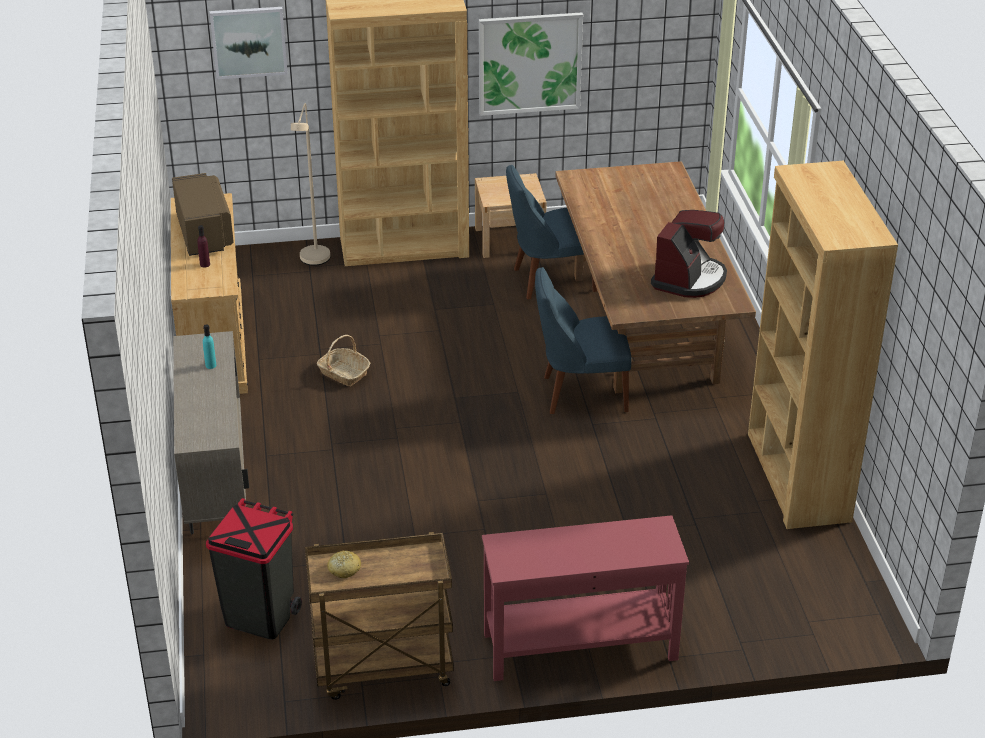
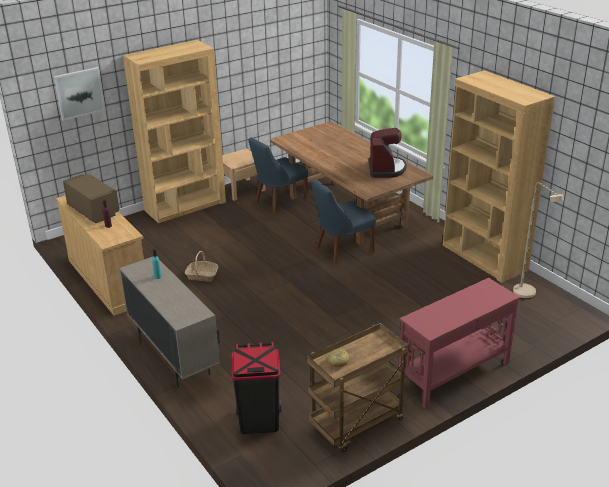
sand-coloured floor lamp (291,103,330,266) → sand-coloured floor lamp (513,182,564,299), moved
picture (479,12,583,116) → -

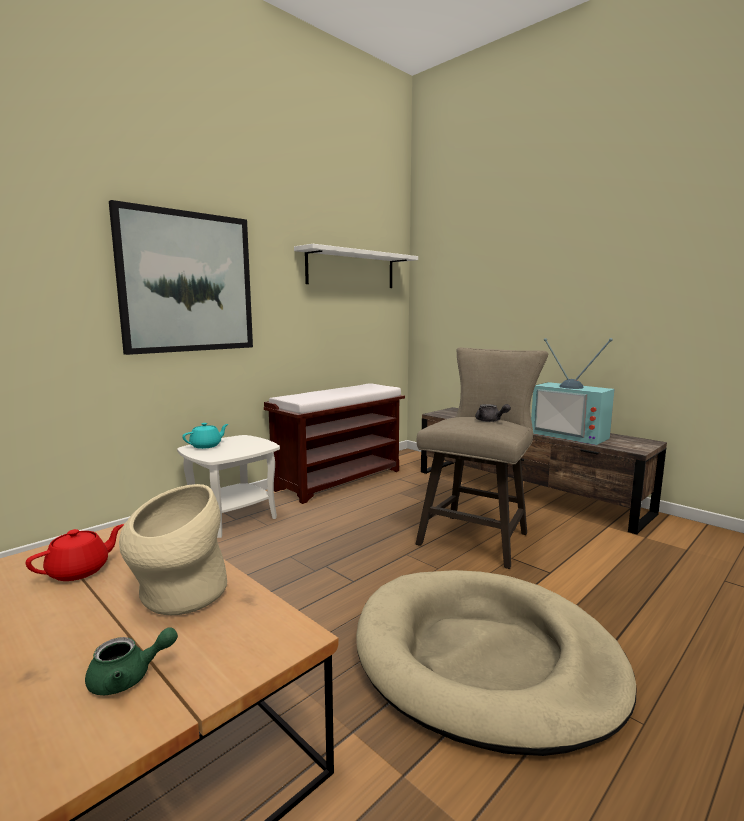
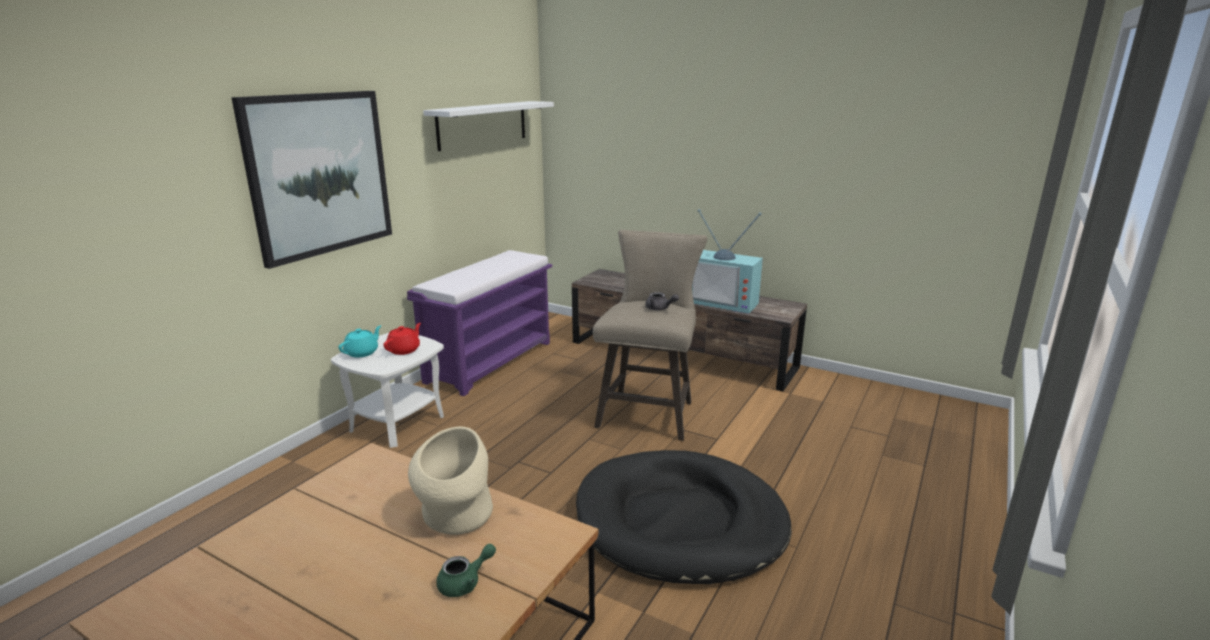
reddish tea pot (26,524,124,581) → reddish tea pot (384,323,421,355), moved
brown-coloured long seat (264,383,405,504) → purple long seat (407,250,552,396)
sand-coloured dog bed (356,570,636,756) → black-coloured dog bed (576,450,791,584)

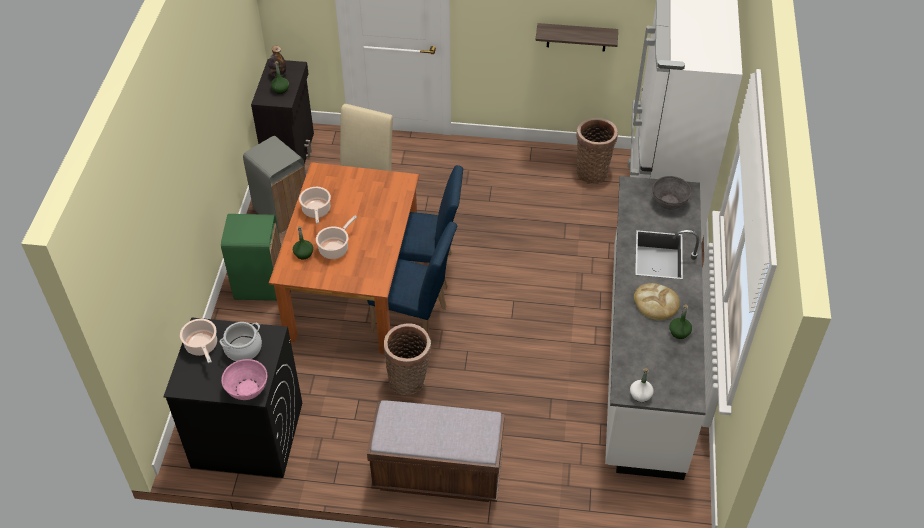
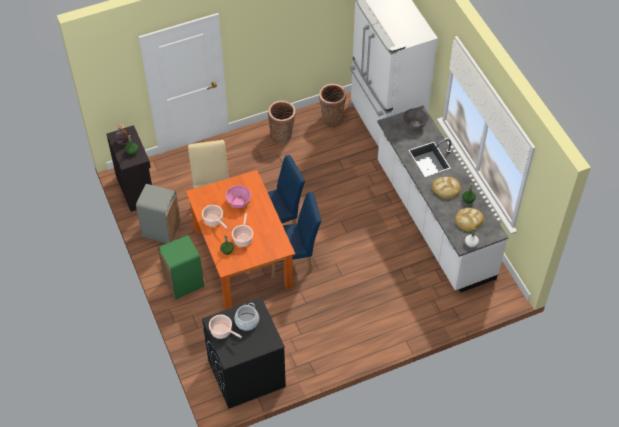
pink serving bowl (221,359,267,400) → pink serving bowl (225,185,251,208), moved
brown-coloured long seat (367,400,505,502) → -
basket (383,323,431,395) → basket (268,101,296,144), moved
bracket shelf (535,23,618,52) → -
- → bread (455,208,484,231)

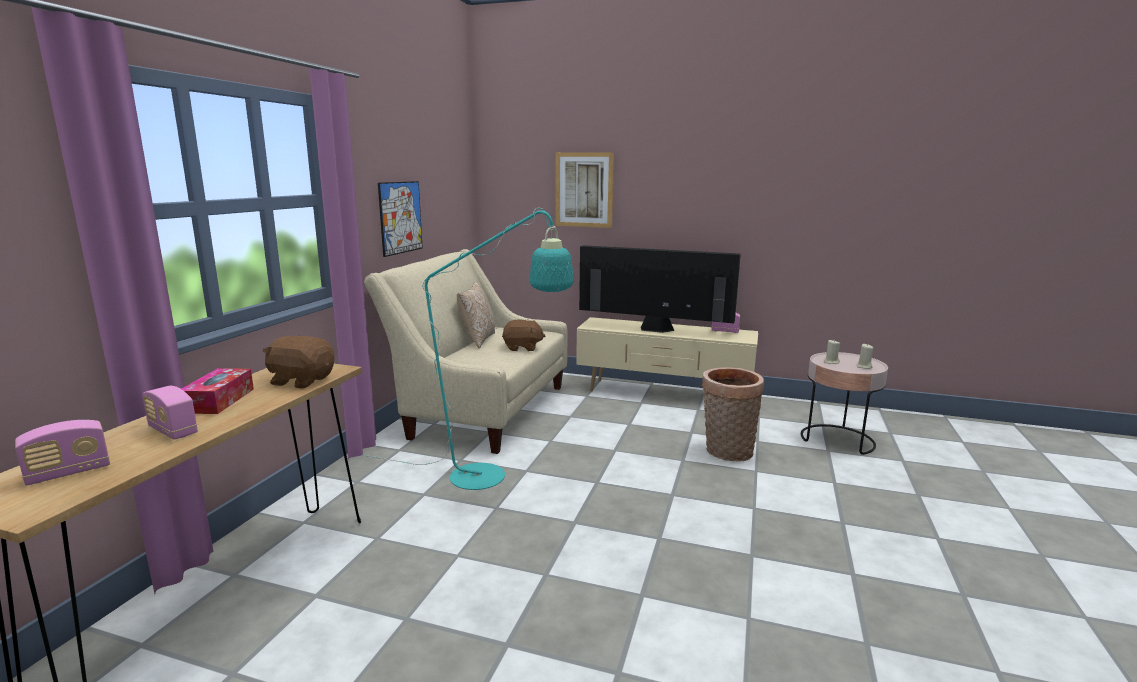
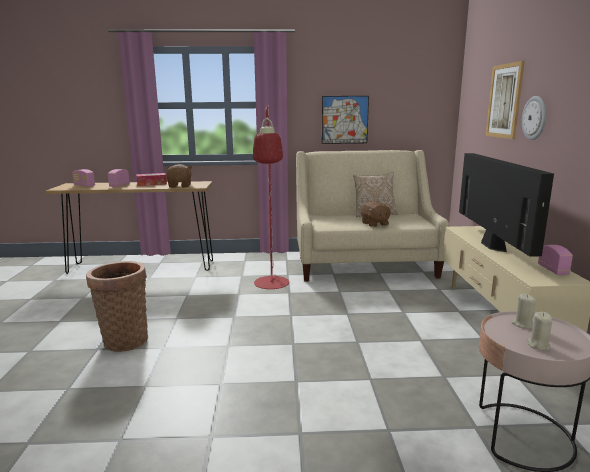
turquoise floor lamp (363,208,573,490) → reddish floor lamp (253,105,289,289)
basket (702,367,764,461) → basket (86,261,148,352), moved
- → wall clock (522,96,546,140)

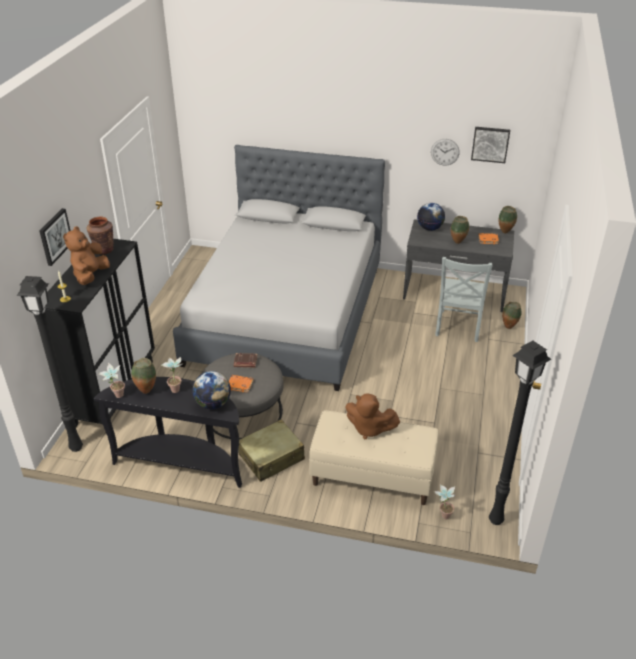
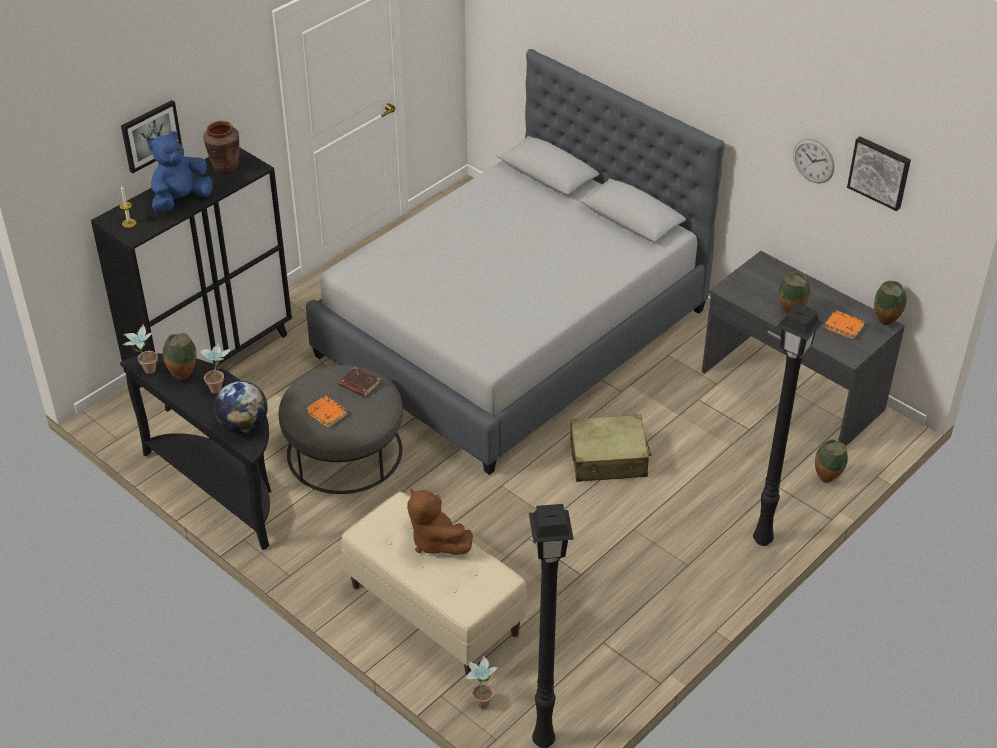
black-coloured floor lamp (16,276,83,452) → black-coloured floor lamp (753,303,823,546), moved
brown-coloured cuddly toy (63,226,110,285) → blue-coloured cuddly toy (148,131,213,212)
sand-coloured piece of luggage (238,419,305,482) → sand-coloured piece of luggage (570,414,651,482), moved
world globe (417,203,445,231) → -
greyish plain chair (435,257,493,342) → -

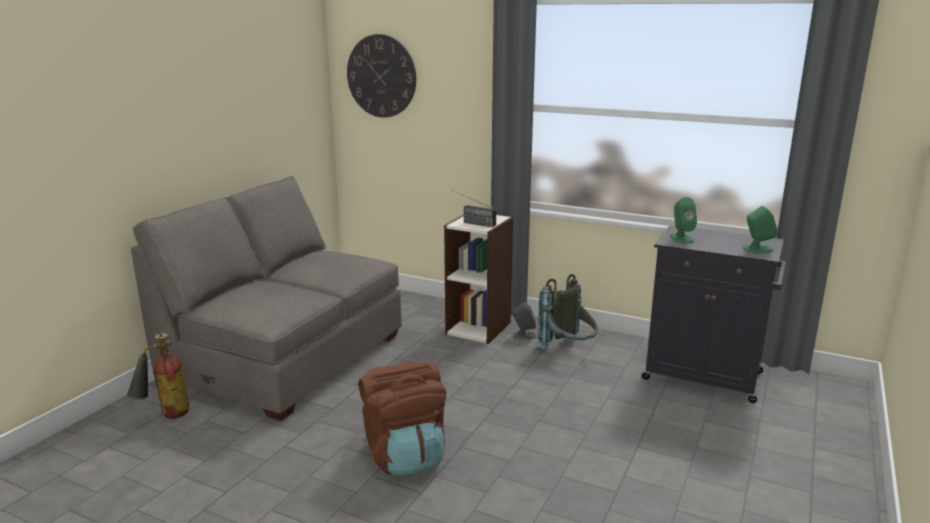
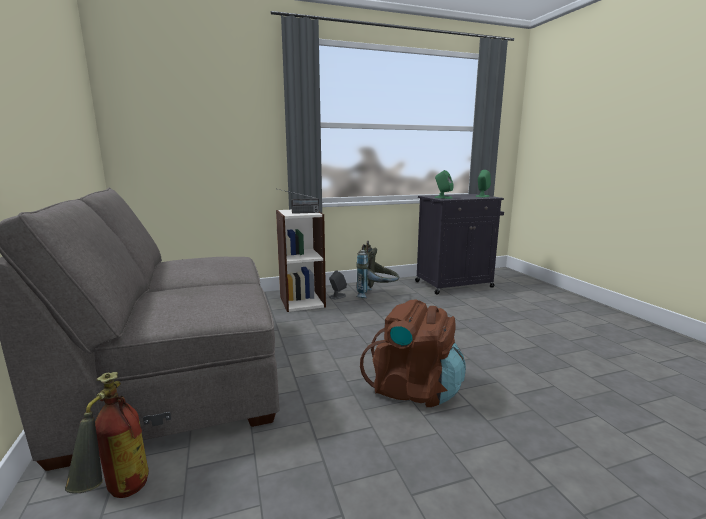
wall clock (347,34,416,118) → -

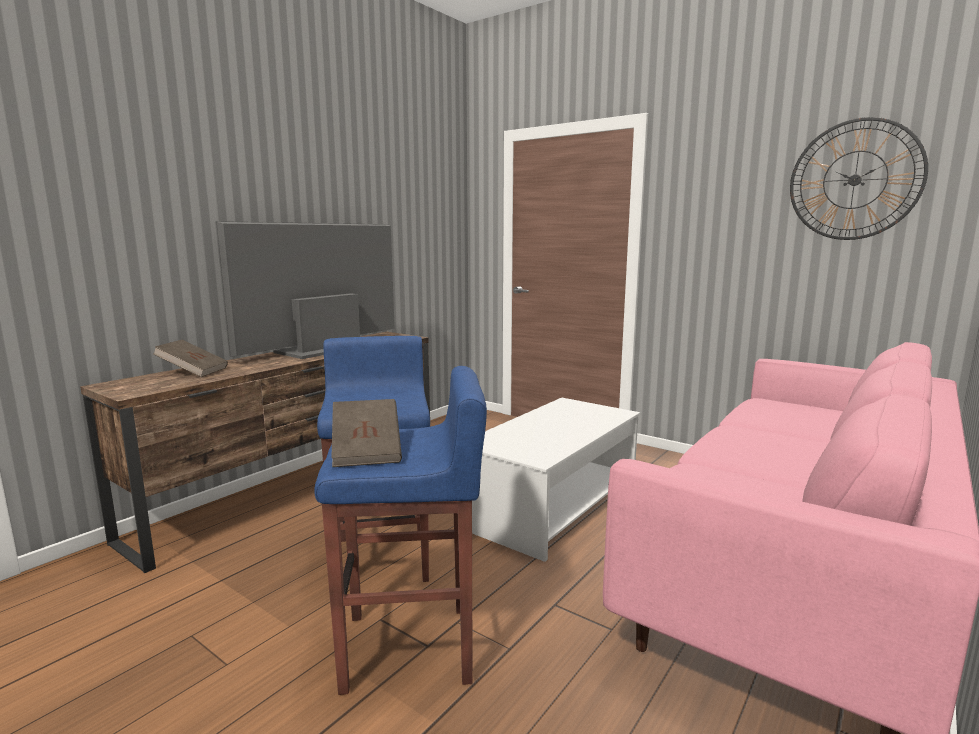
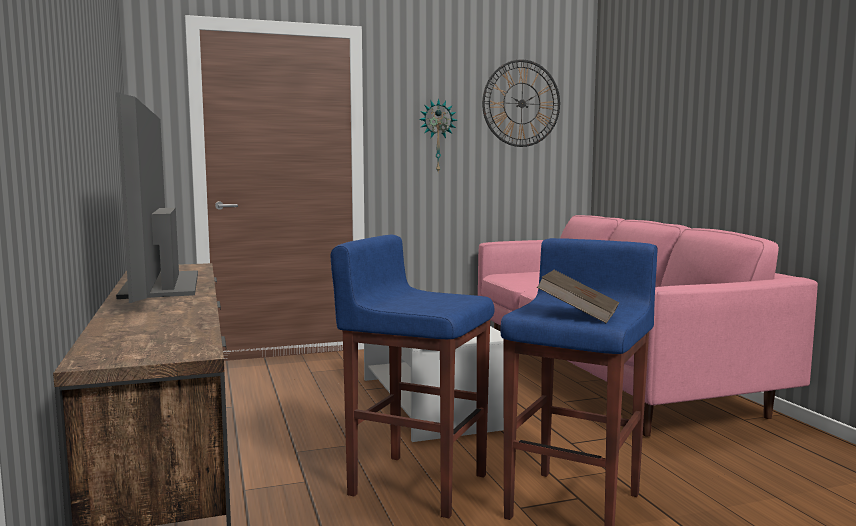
brown-coloured volume (153,340,228,377) → -
- → wall clock (419,98,457,172)

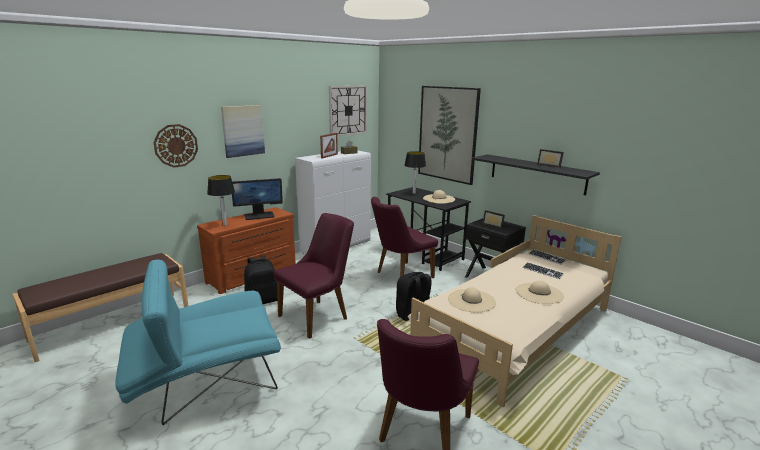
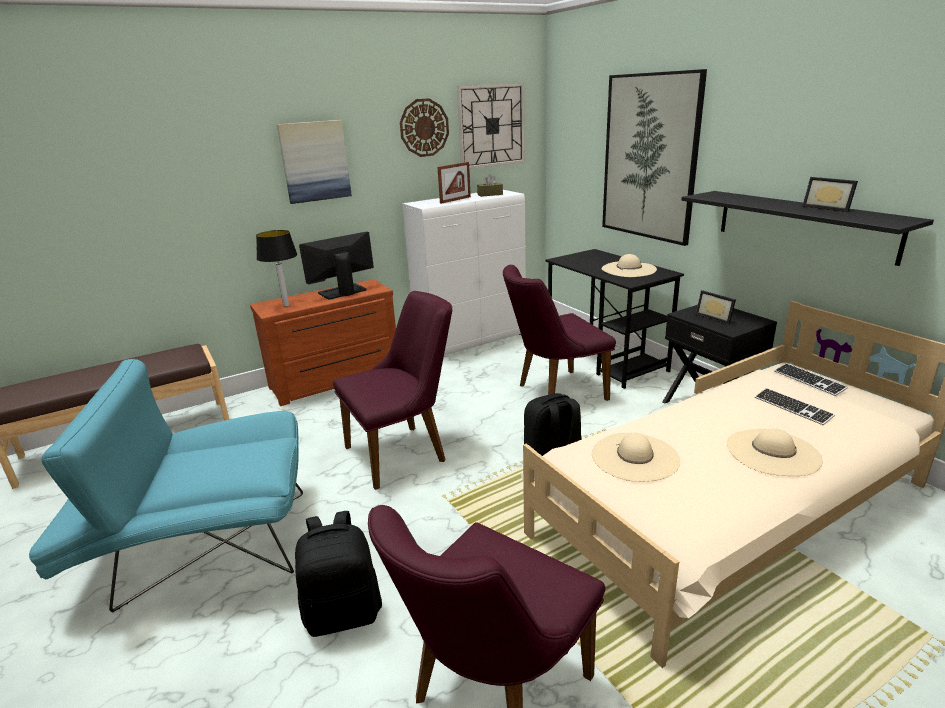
wall clock (153,124,198,168) → wall clock (400,98,449,157), moved
computer screen (232,178,283,220) → computer screen (299,231,374,300), 150 degrees clockwise
black-coloured rucksack (244,256,277,304) → black-coloured rucksack (295,511,382,637), moved
lamp for a table (404,151,426,194) → -

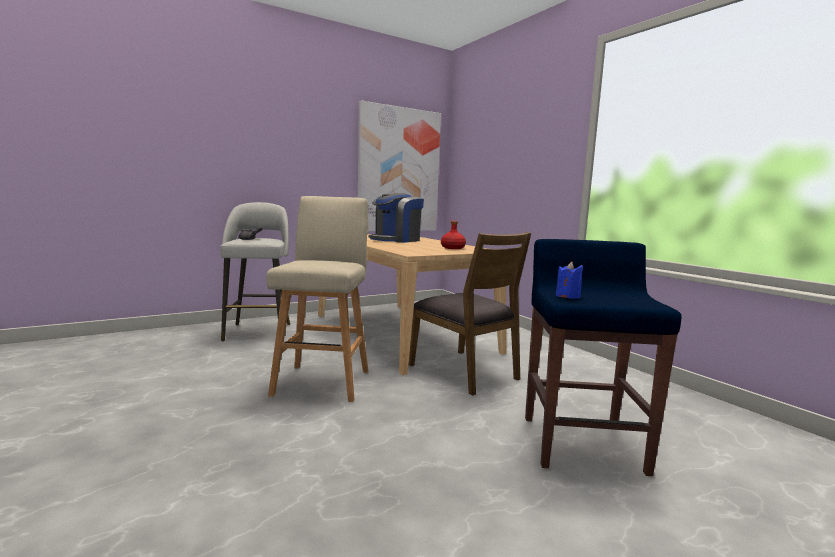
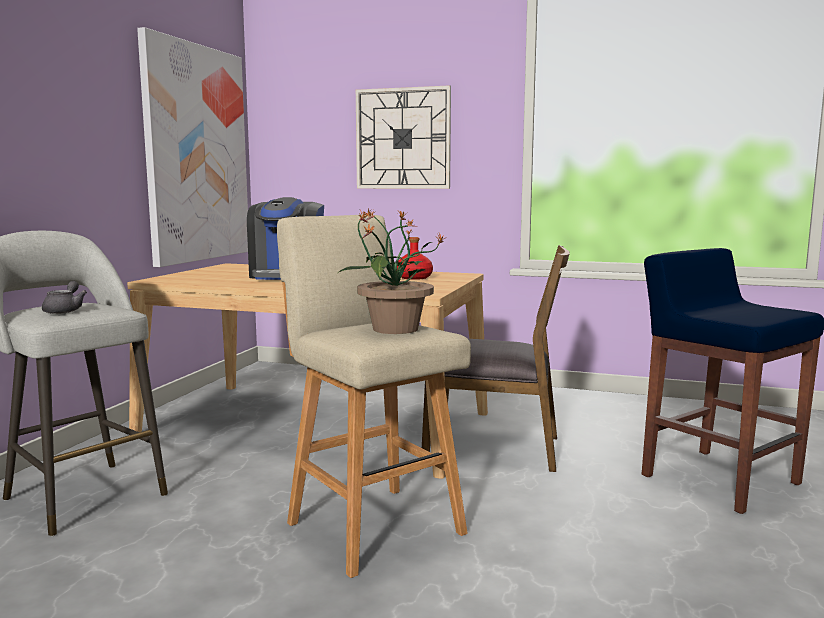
blue-coloured candle (556,262,583,299) → -
- → plant in a pot (338,208,447,334)
- → wall clock (356,85,451,189)

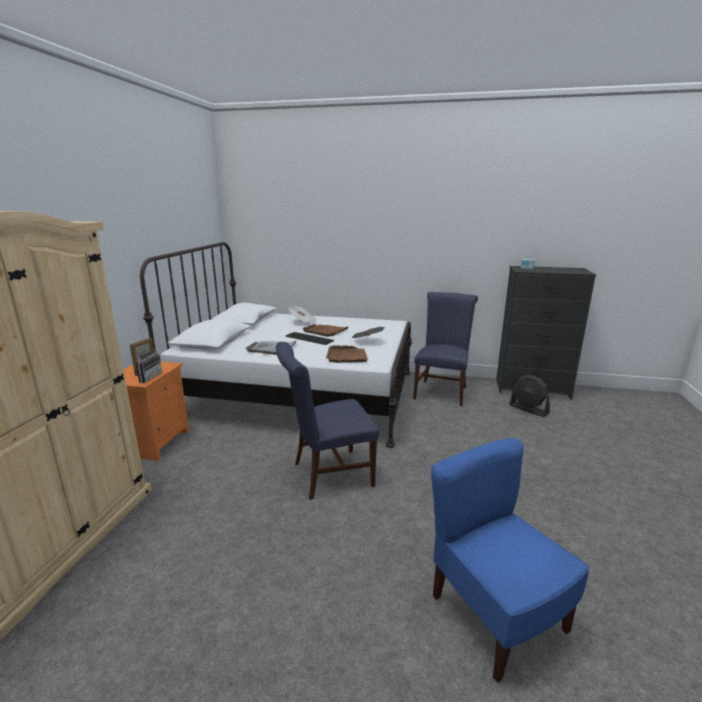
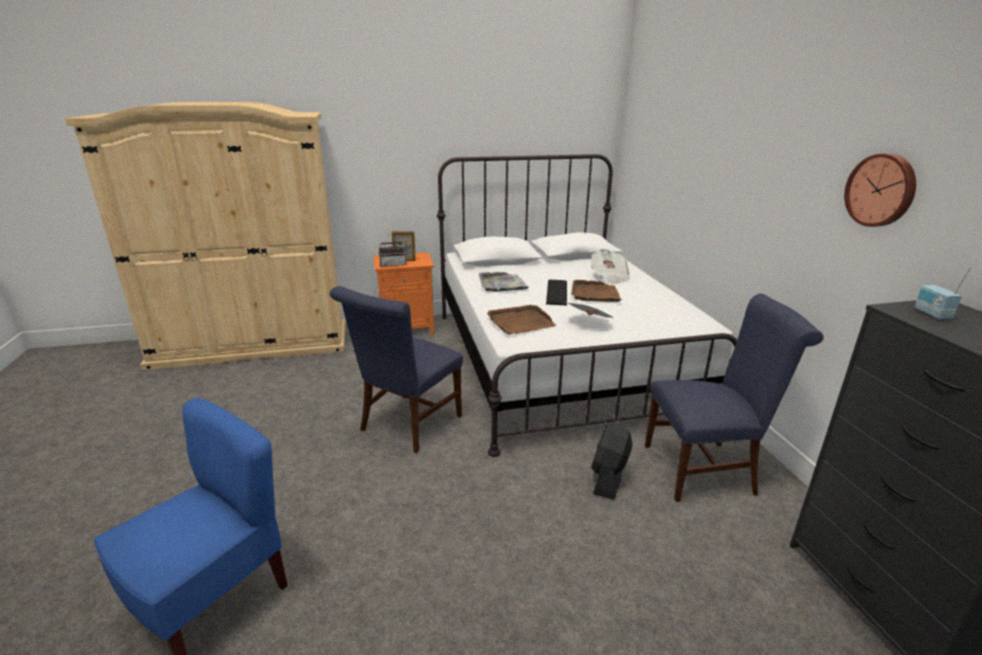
blue-coloured plain chair (276,342,379,500) → blue-coloured plain chair (330,286,463,453), 105 degrees counterclockwise
black-coloured fan (509,375,550,417) → black-coloured fan (591,421,633,500), moved
- → wall clock (844,153,916,227)

